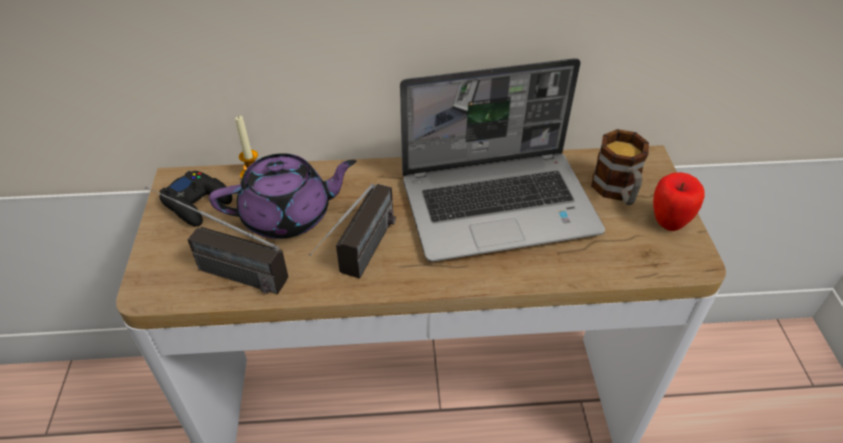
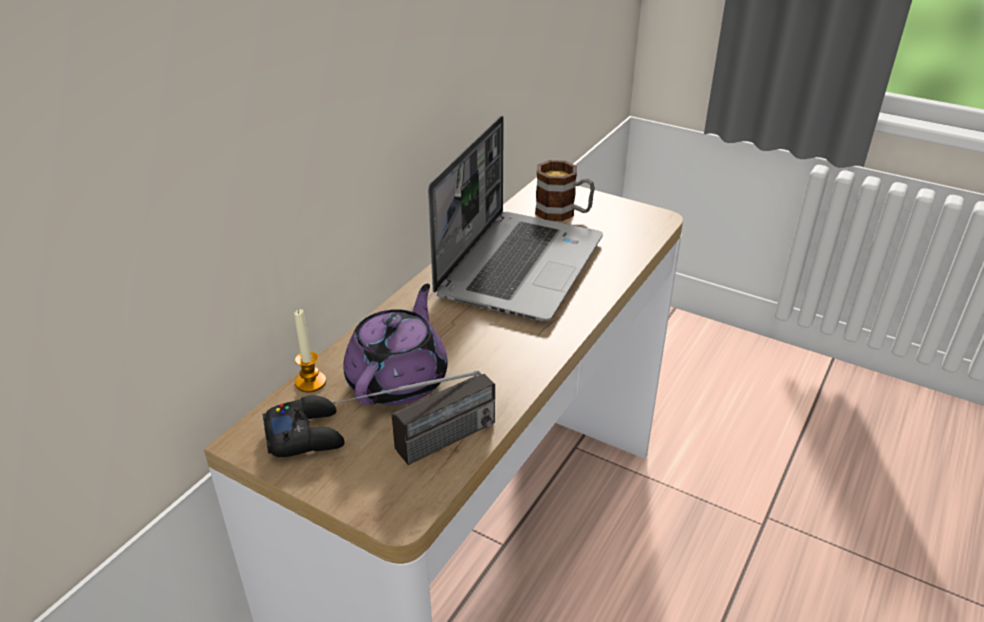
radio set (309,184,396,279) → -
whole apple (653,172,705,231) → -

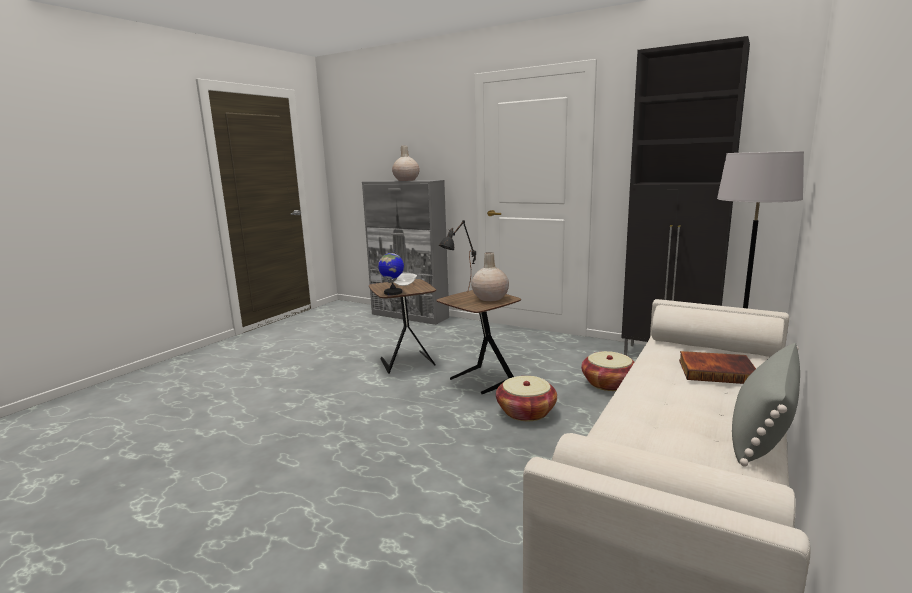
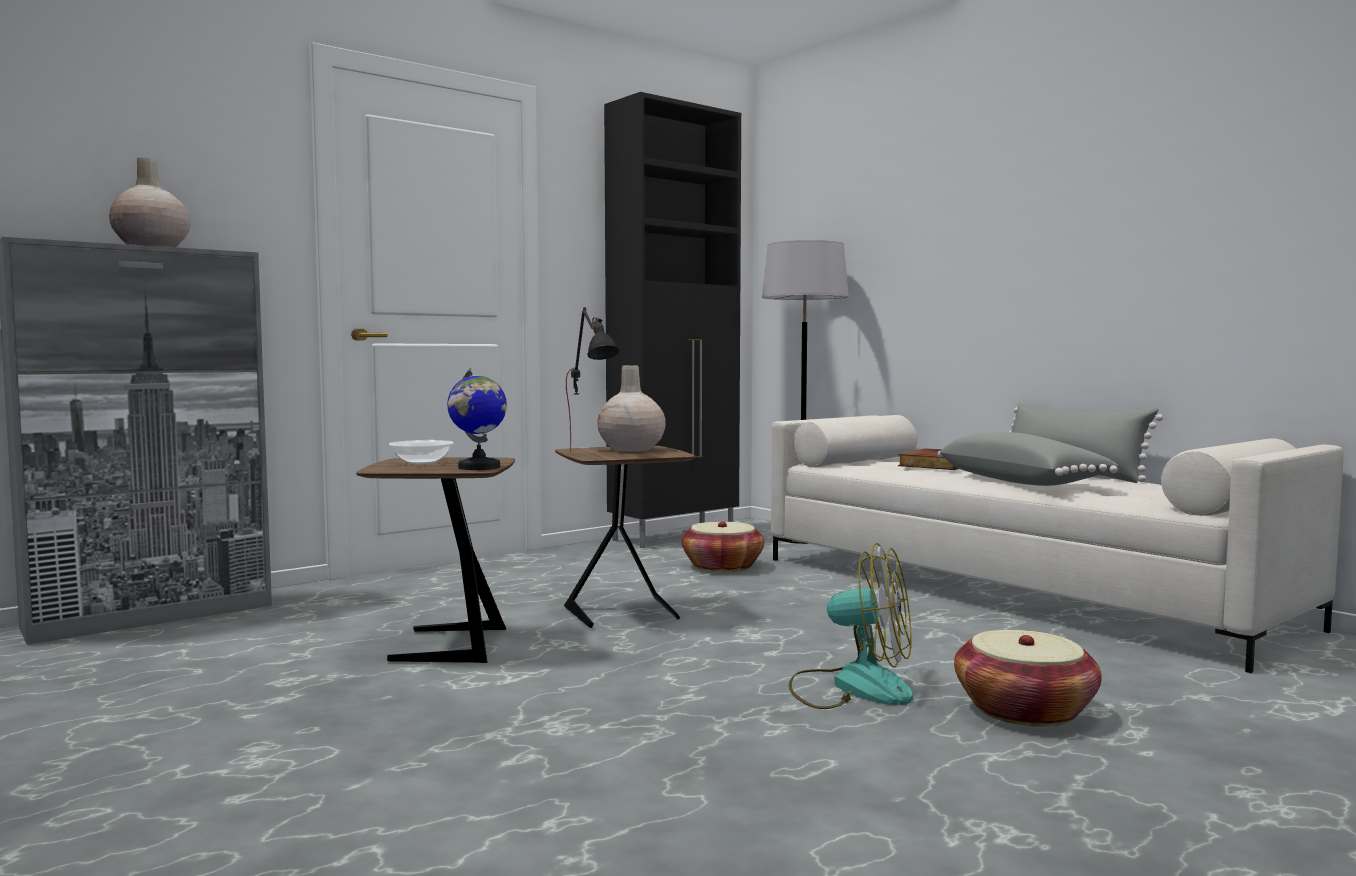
basket (496,376,557,421) → basket (954,630,1102,727), moved
- → fan (789,543,913,709)
- → greyish cushion (938,432,1119,486)

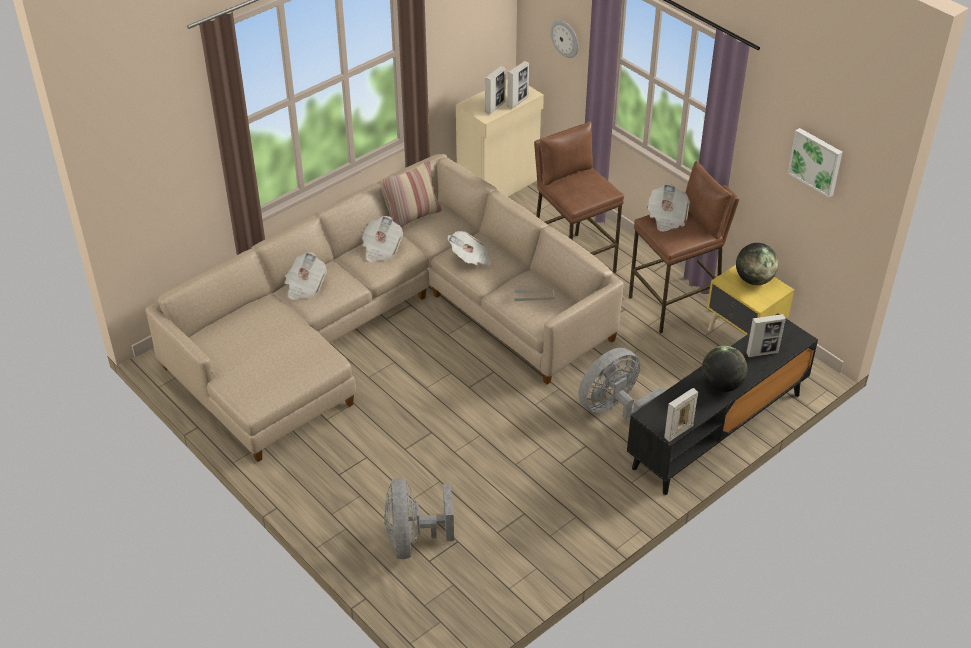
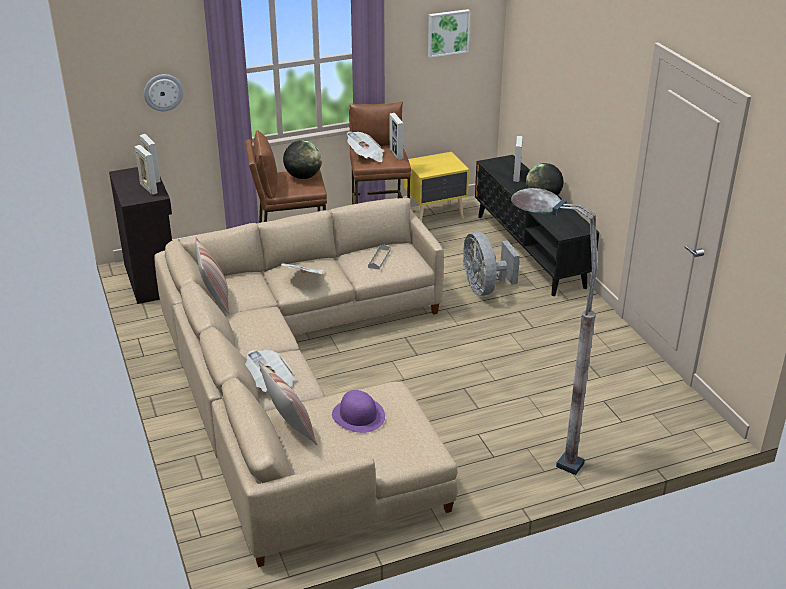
daily paper (362,216,403,262) → -
greyish fan (384,478,454,559) → -
sand-coloured cupboard (456,79,544,197) → black-coloured cupboard (109,167,172,304)
standing frame (664,388,698,442) → standing frame (389,113,404,160), moved
world globe (736,243,778,285) → world globe (283,140,322,179), moved
- → cushion (258,361,317,445)
- → purple clothing hat (332,390,385,433)
- → greyish floor lamp (511,188,598,475)

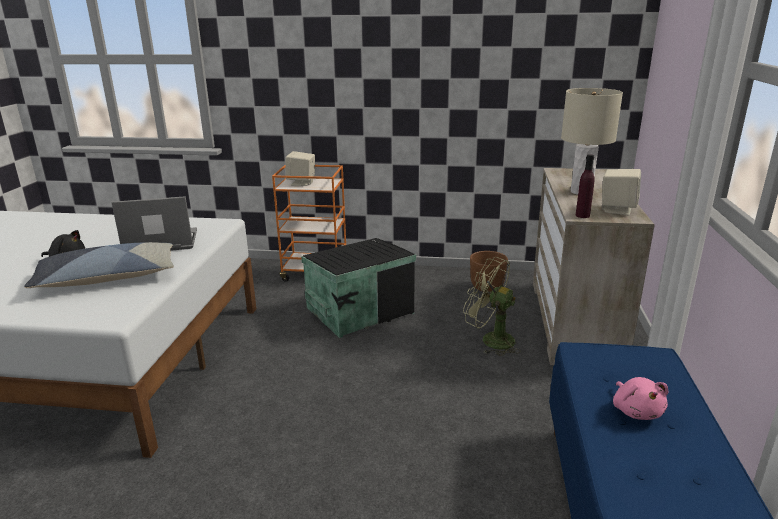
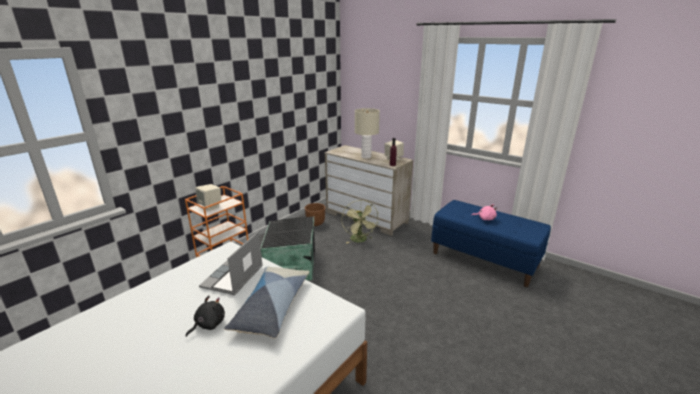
green-coloured fan (463,257,521,356) → green-coloured fan (341,200,379,243), 75 degrees counterclockwise

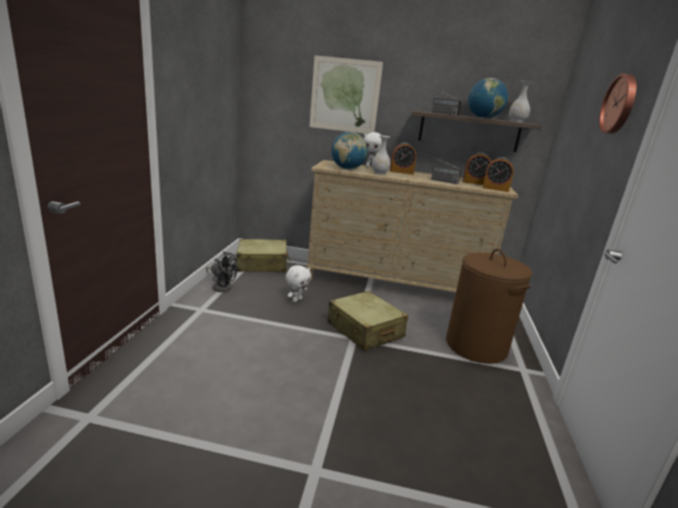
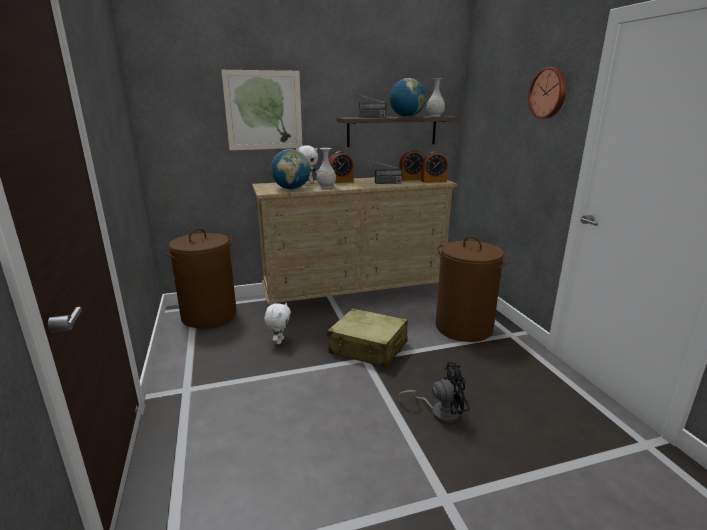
black-coloured fan (206,252,237,292) → black-coloured fan (398,362,469,423), moved
sand-coloured piece of luggage (236,239,290,272) → brown-coloured hamper (164,228,237,328)

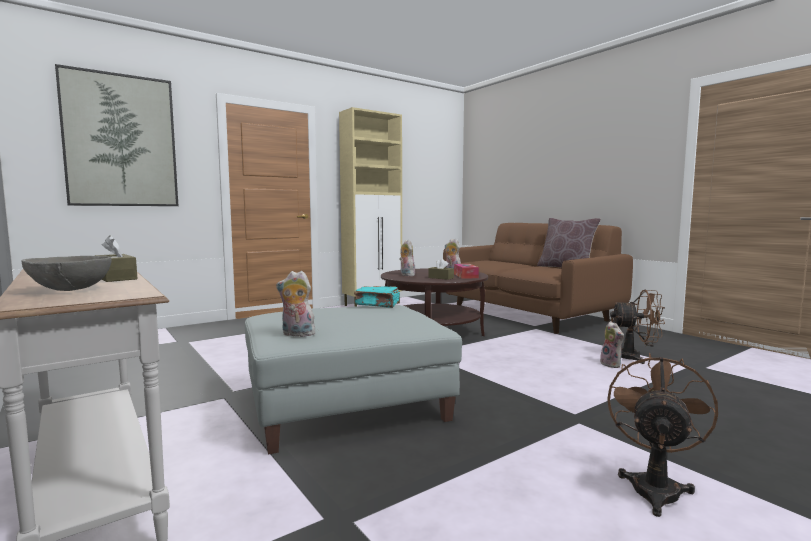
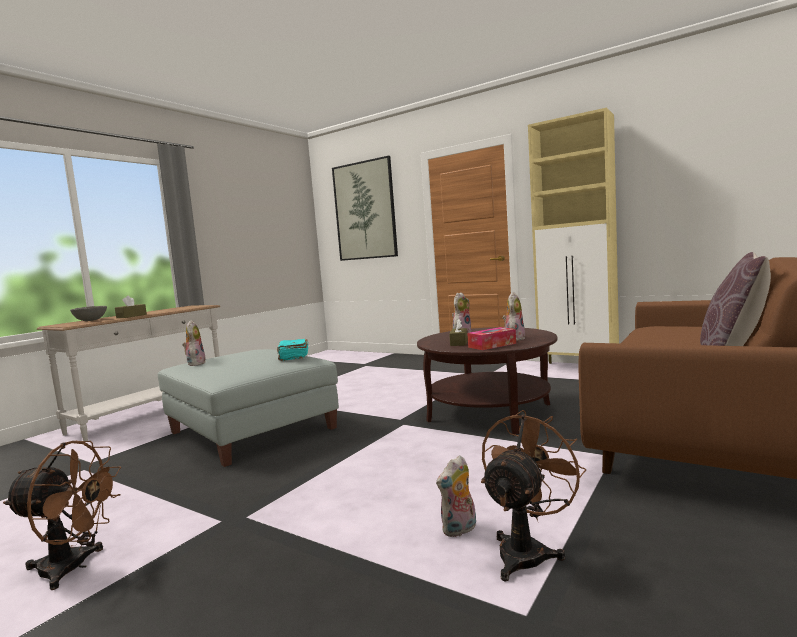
brown-coloured fan (610,289,665,364) → brown-coloured fan (481,410,586,582), 135 degrees counterclockwise

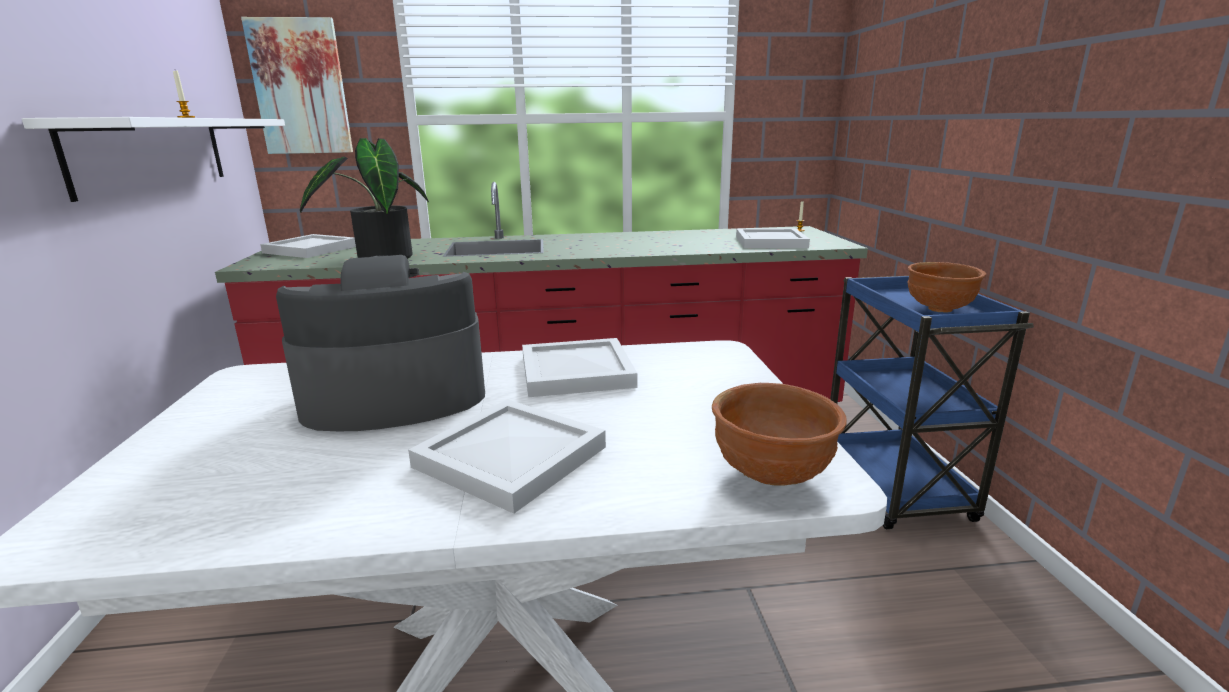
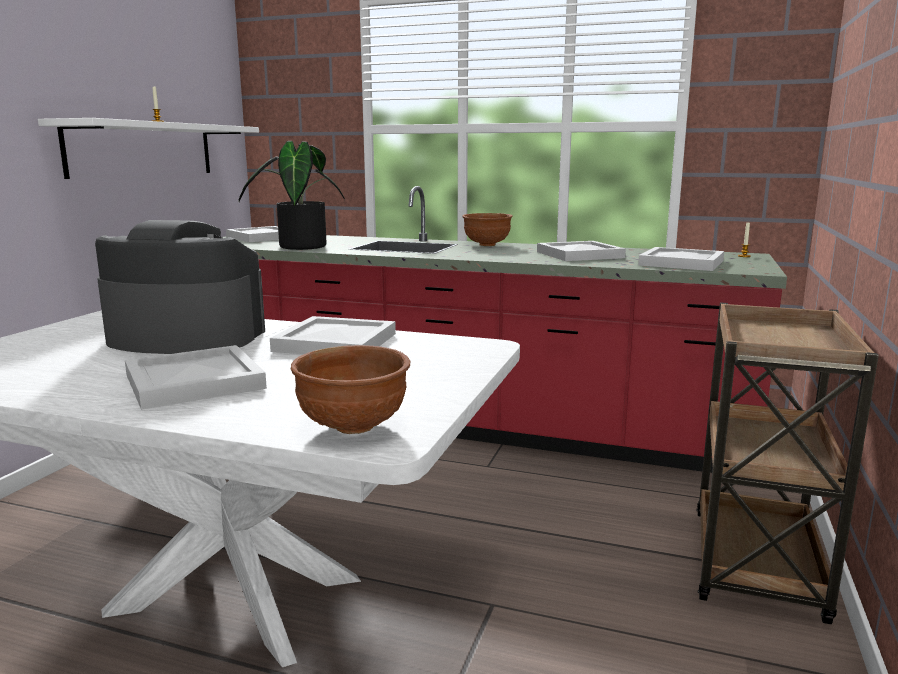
picture (241,17,353,154) → -
blue-coloured wheeled cart (830,276,1034,529) → brown-coloured wheeled cart (696,303,879,624)
brown-coloured serving bowl (908,262,986,313) → brown-coloured serving bowl (462,213,513,246), moved
- → white tray (537,241,626,261)

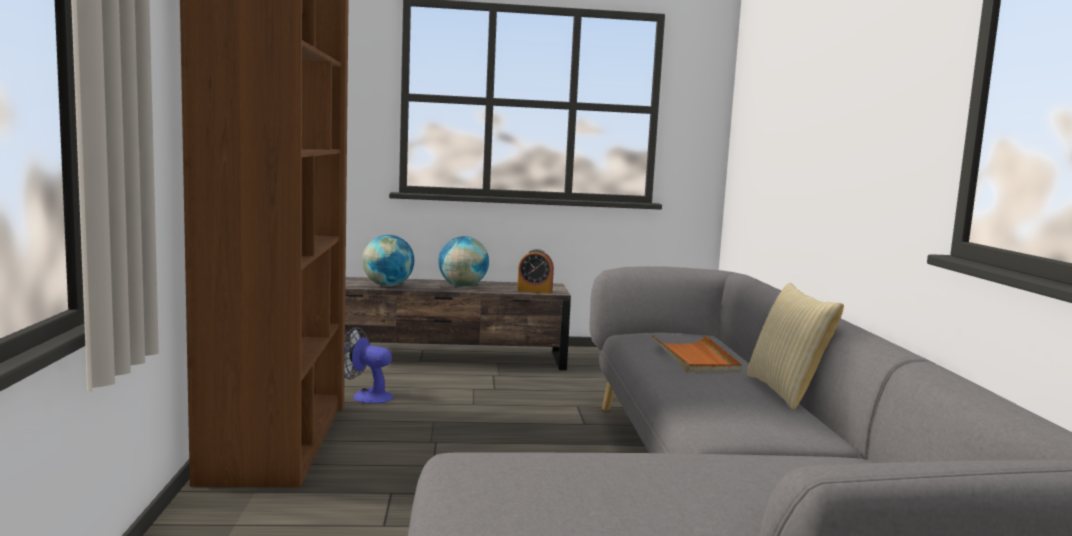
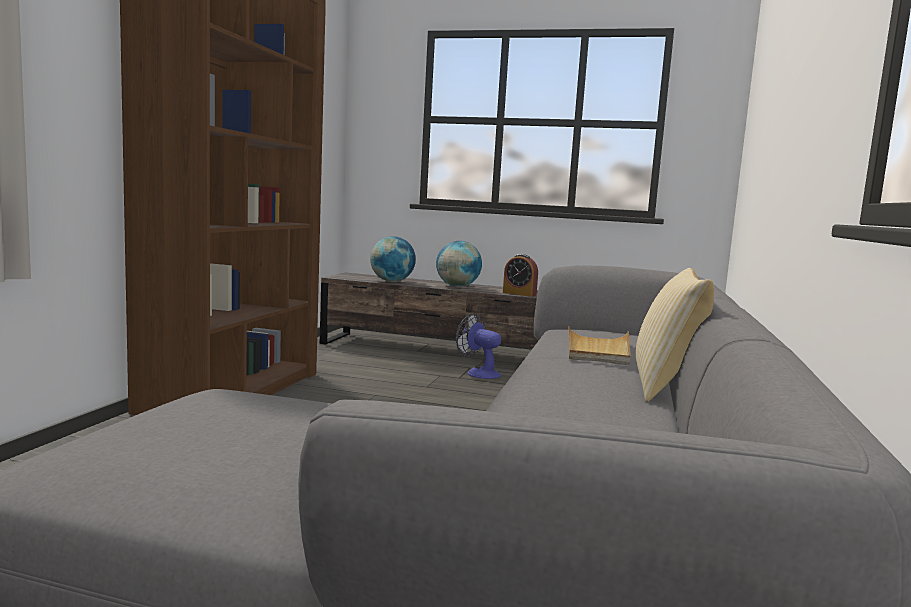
fan (344,327,393,404) → fan (456,313,501,379), moved
orange-coloured tray (652,335,742,373) → sand-coloured tray (568,326,631,365)

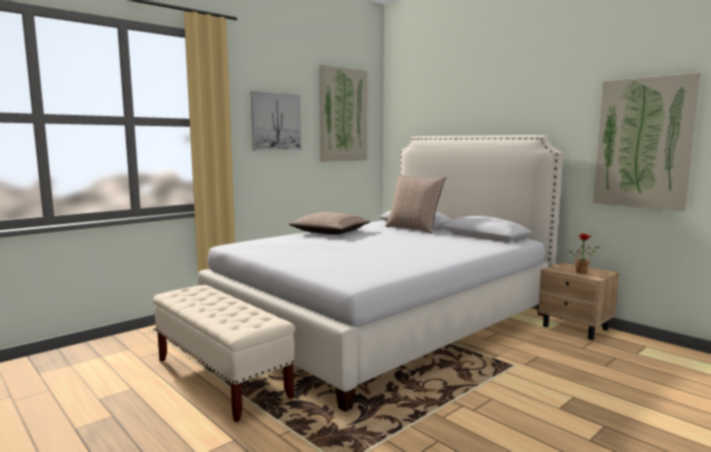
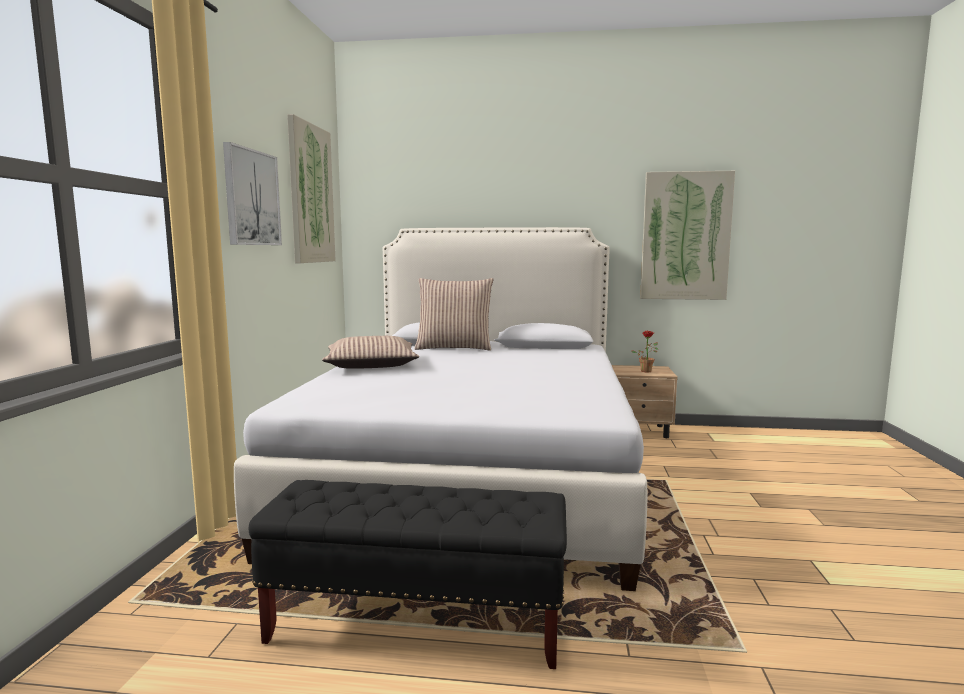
sand-coloured long seat (153,285,295,422) → black-coloured long seat (249,480,567,669)

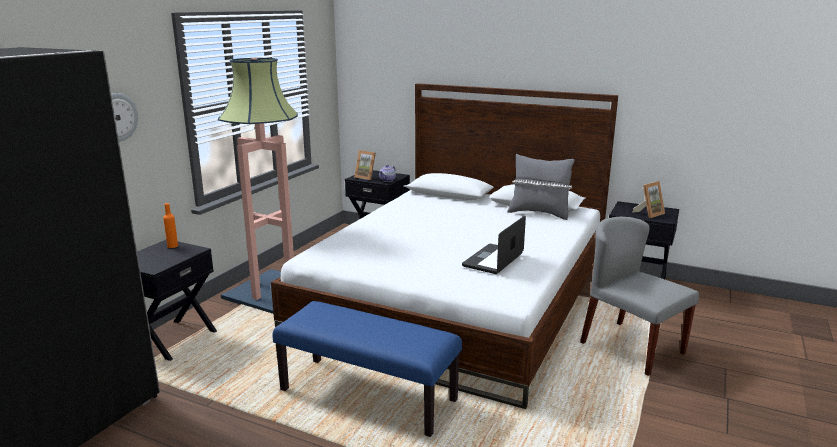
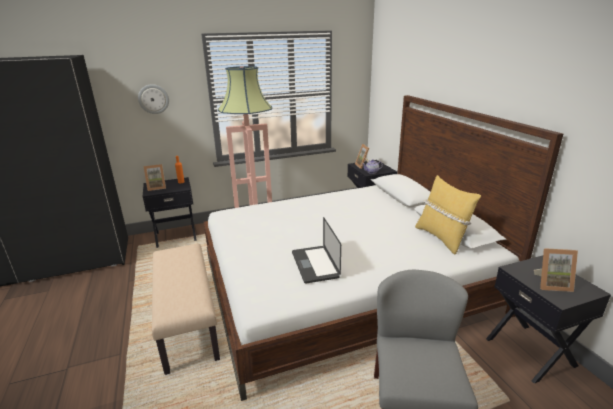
blue-coloured long seat (273,301,462,437) → sand-coloured long seat (152,244,220,375)
portable computer (462,216,526,274) → portable computer (292,217,341,284), 90 degrees counterclockwise
greyish cushion (508,154,575,220) → yellow-coloured cushion (415,175,481,255)
- → standing frame (143,164,166,191)

